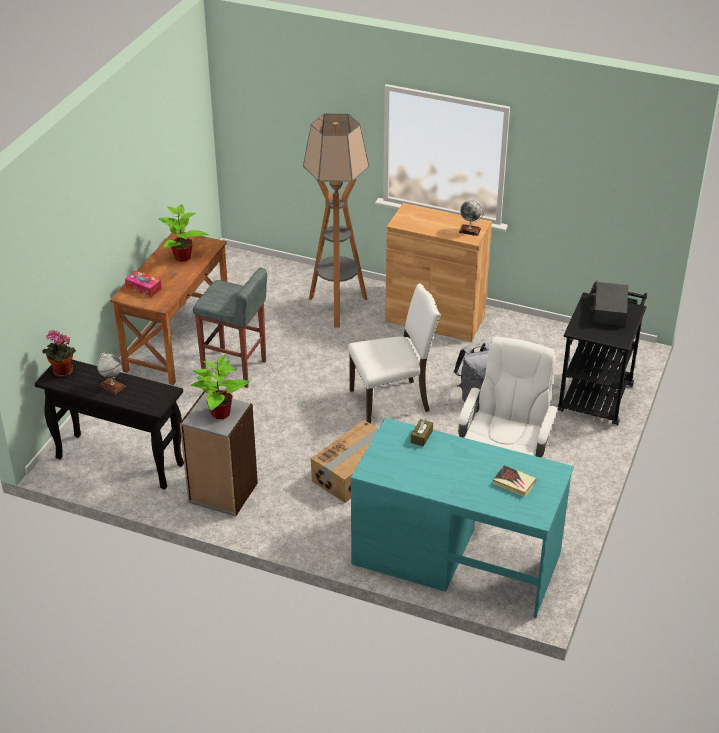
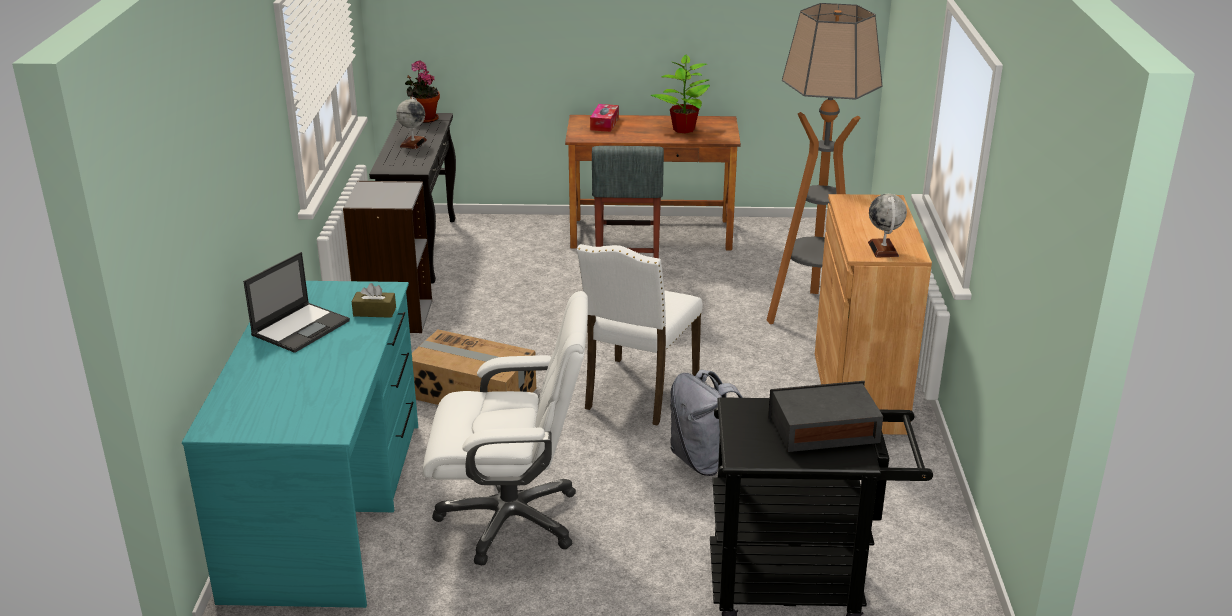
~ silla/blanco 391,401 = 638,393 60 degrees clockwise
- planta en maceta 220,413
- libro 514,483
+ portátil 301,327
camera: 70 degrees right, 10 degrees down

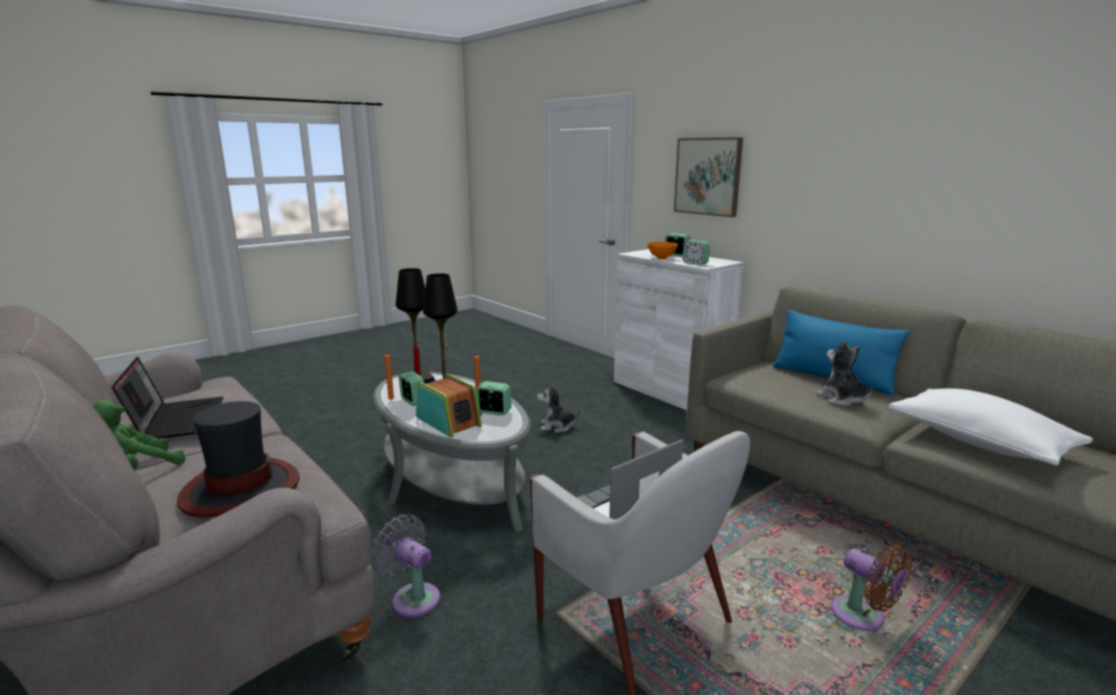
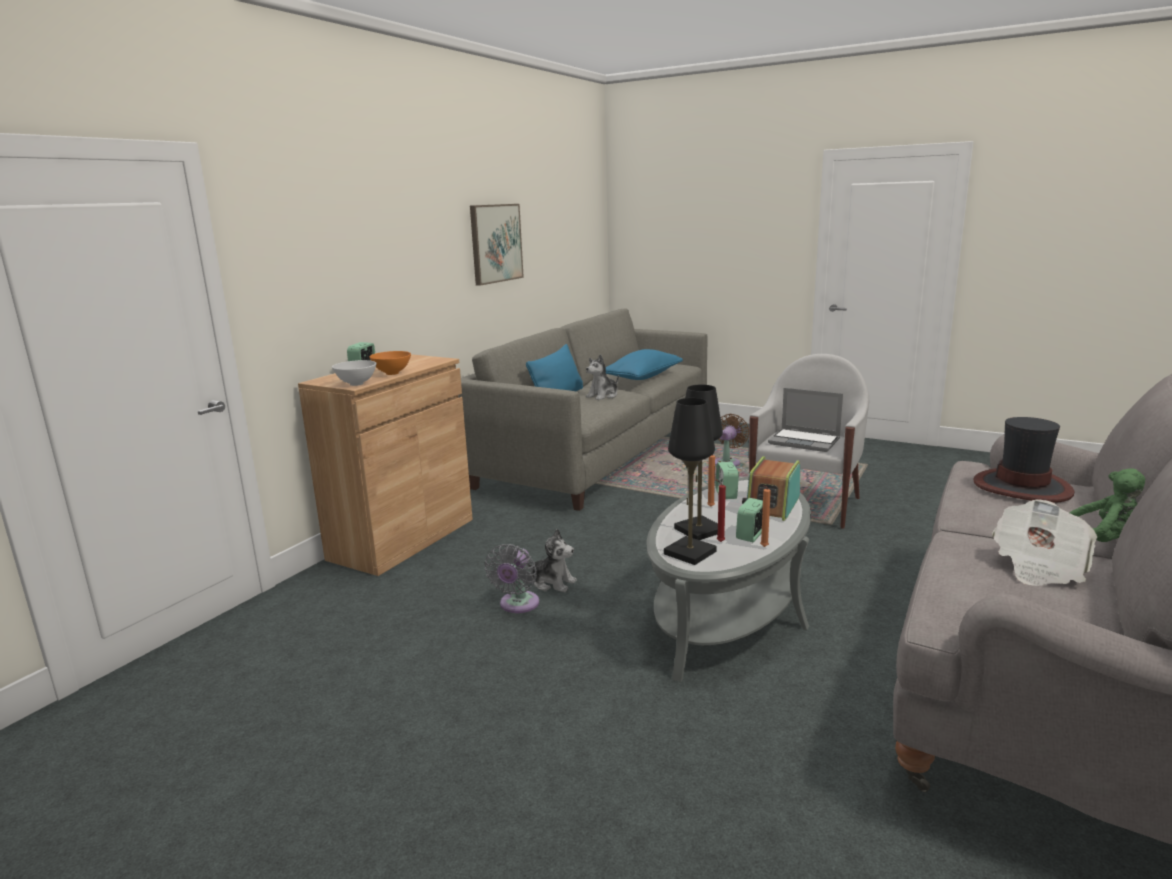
~ cuadro 708,176 to 495,243
- despertador 695,263
~ armario/blanco 670,390 to armario/marrón 402,539
~ portátil 177,420 to periódico 1038,566
~ peluche 557,426 = 552,583 45 degrees counterclockwise
~ cojín/blanco 979,442 to cojín/azul 642,377
~ ventilador/gris 413,598 to 517,605
+ cuenco/blanco 356,384
camera: 110 degrees left, 0 degrees up

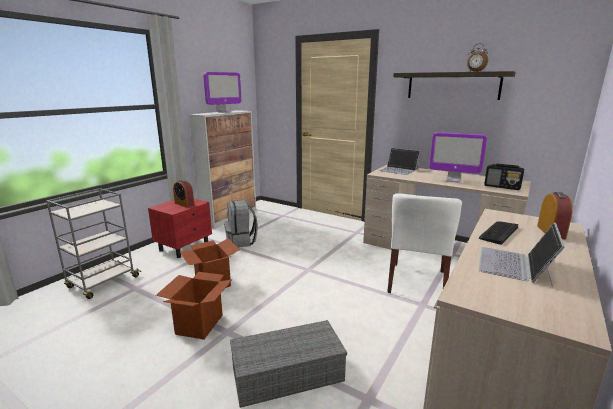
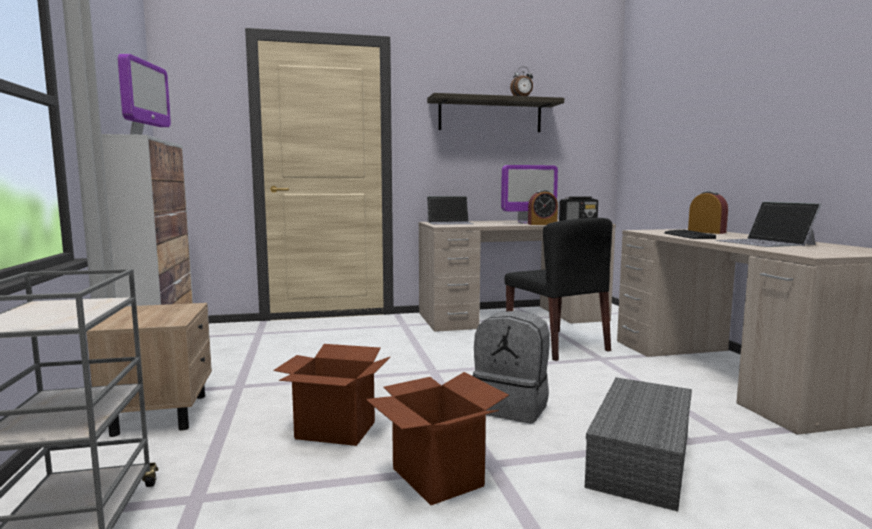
~ despertador 184,204 to 542,224
~ silla/blanco 417,281 to silla/negro 557,344
~ mesita de noche/rojo 185,247 to mesita de noche/beis 162,413
~ mochila/gris 241,241 to 512,407
camera: 45 degrees left, 10 degrees down

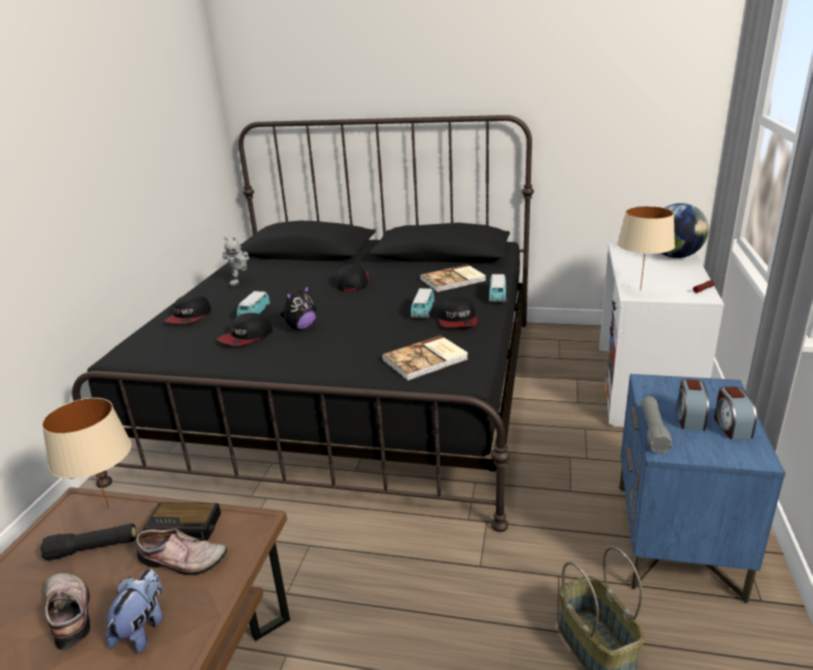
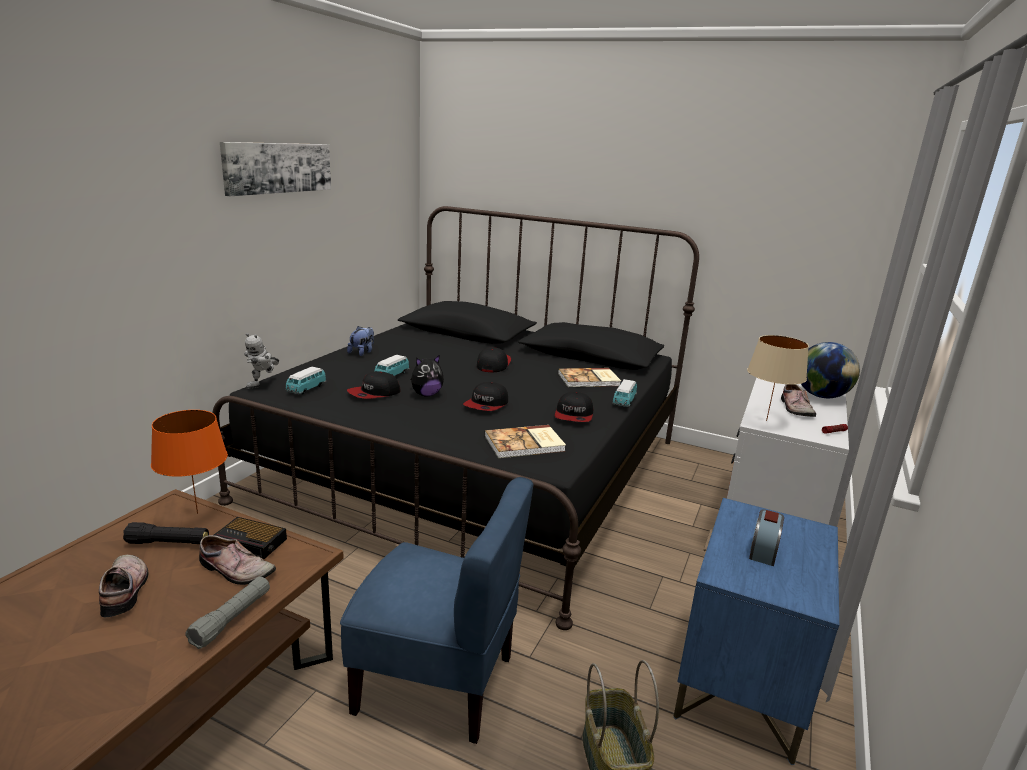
~ robot de juguete 241,282 to 263,385
~ coche de juguete 423,312 to 306,389
~ gorra 189,317 to 486,405
- despertador 731,427
~ linterna/gris 653,431 to 232,619
~ lámpara de mesa/beis 108,509 to lámpara de mesa/naranja 196,513
~ peluche 143,628 to 362,352
+ cuadro 278,167
+ zapato 794,408
+ silla/azul 436,682
camera: 10 degrees right, 5 degrees down

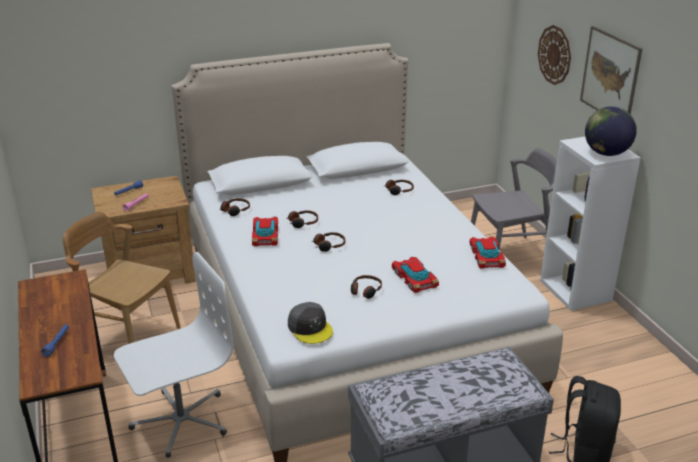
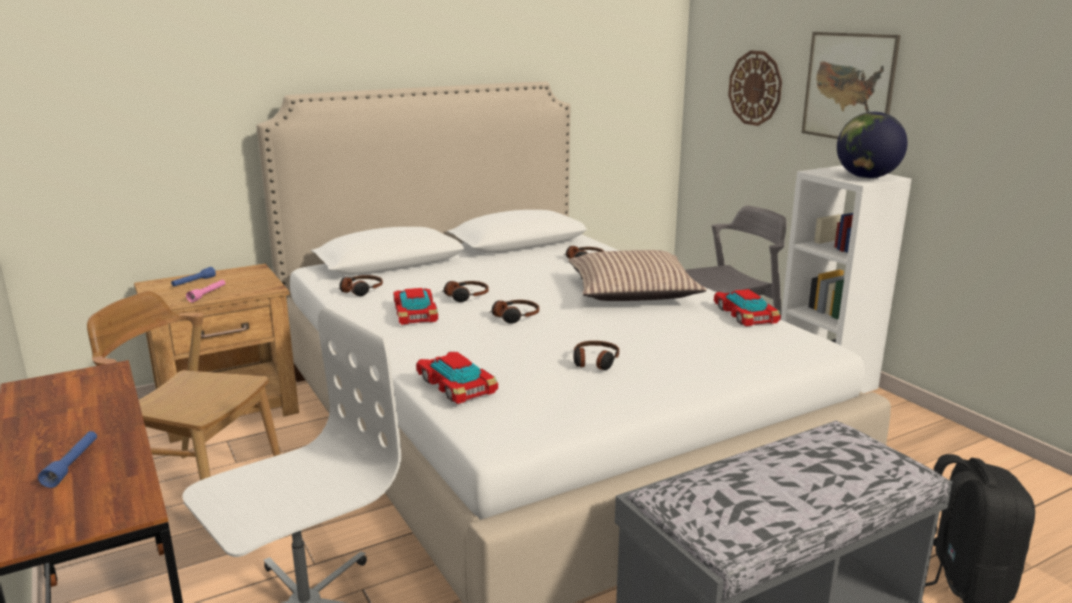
~ coche de juguete 414,279 to 456,384
- gorra/gris 310,328
+ cojín 632,292
camera: 10 degrees left, 10 degrees down

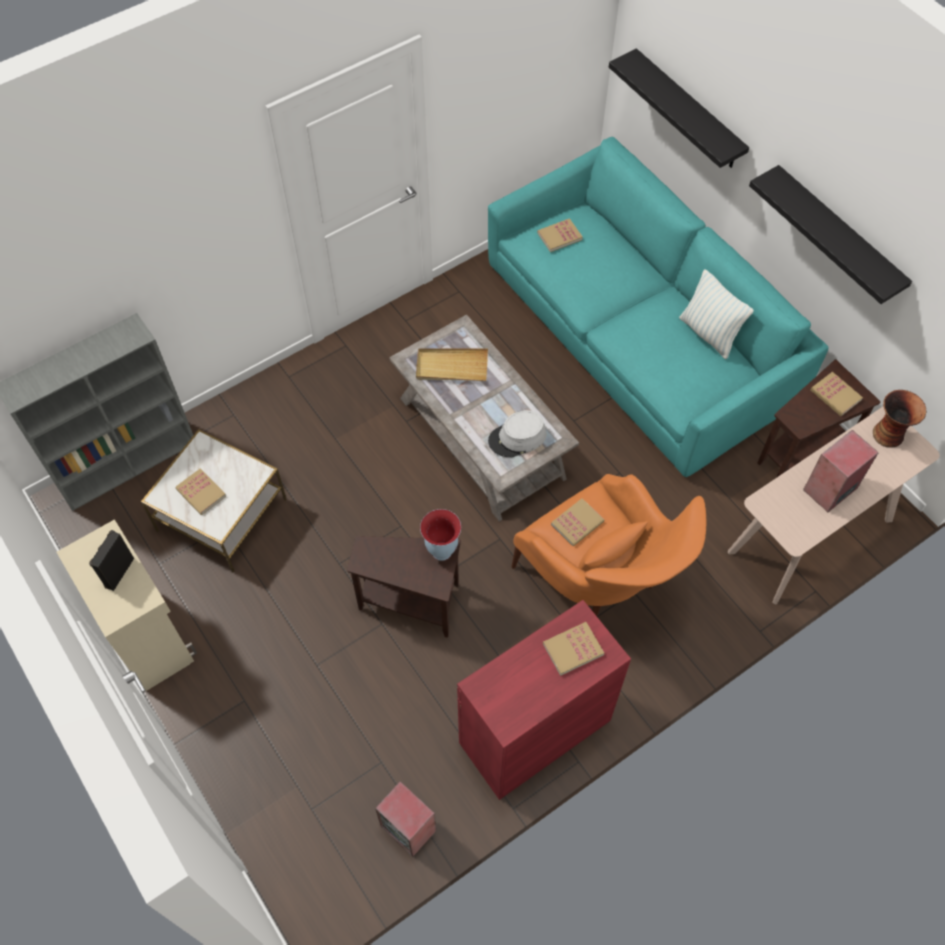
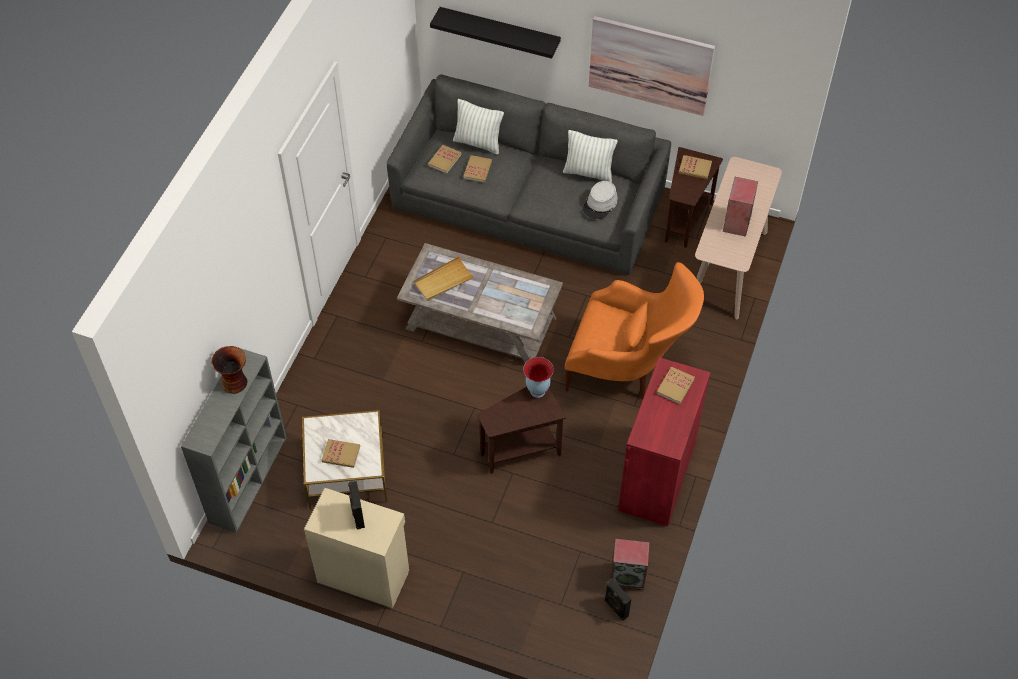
~ sofá/turquesa 639,332 to sofá/gris 529,200
~ estante/negro 837,235 to cuadro 650,65
~ florero 888,434 to 235,382
~ sombrero/gris 517,438 to 600,204
~ libro 577,523 to 477,170
+ cojín 478,143
+ altavoz/negro 615,608
camera: 35 degrees left, 5 degrees down

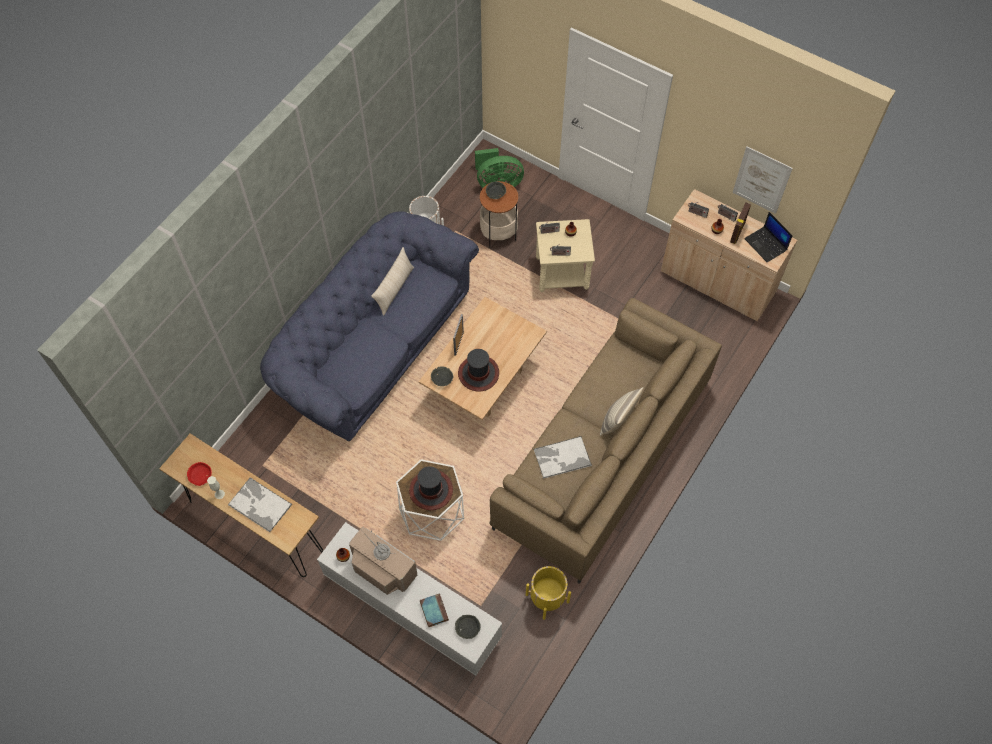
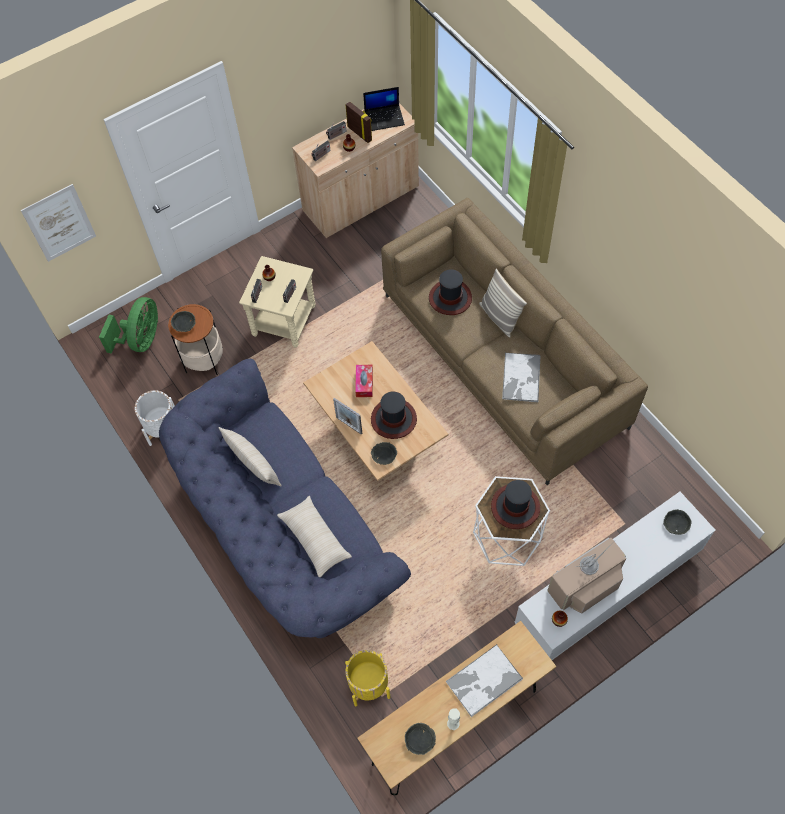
~ cuadro 761,180 to 59,223
~ cuenco/rojo 200,475 to cuenco/gris 420,740
~ maceta/amarillo 547,598 to 369,684
- libro 433,610
+ sombrero 450,298
+ caja de pañuelos 364,383
+ cojín/beis 315,539
camera: 65 degrees left, 0 degrees up

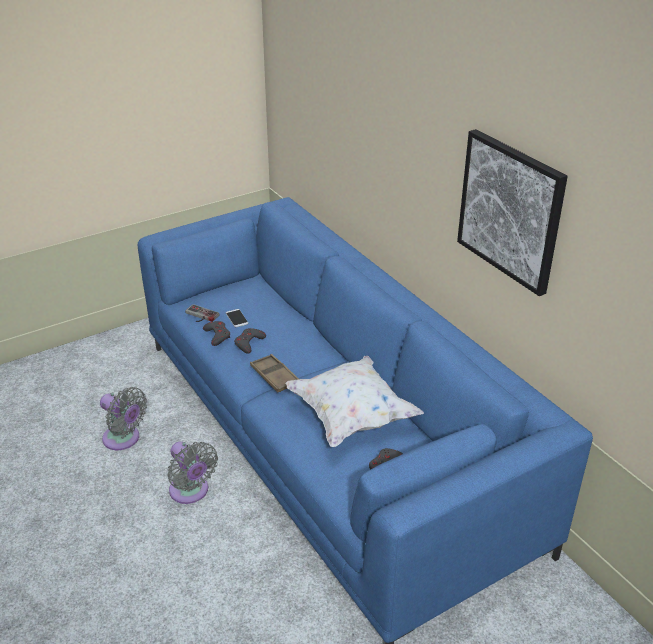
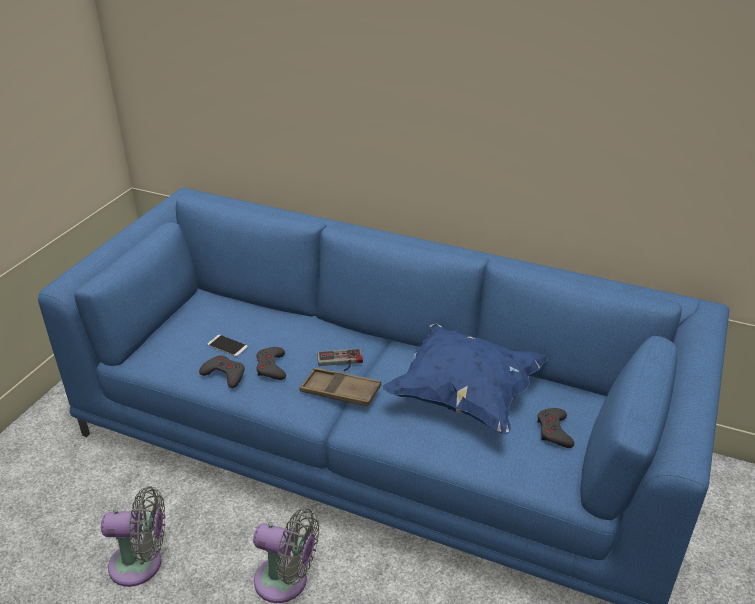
- cuadro 510,210
~ mando de consola 200,316 to 340,362
~ cojín/blanco 351,416 to cojín/azul 464,396
camera: 35 degrees left, 0 degrees up

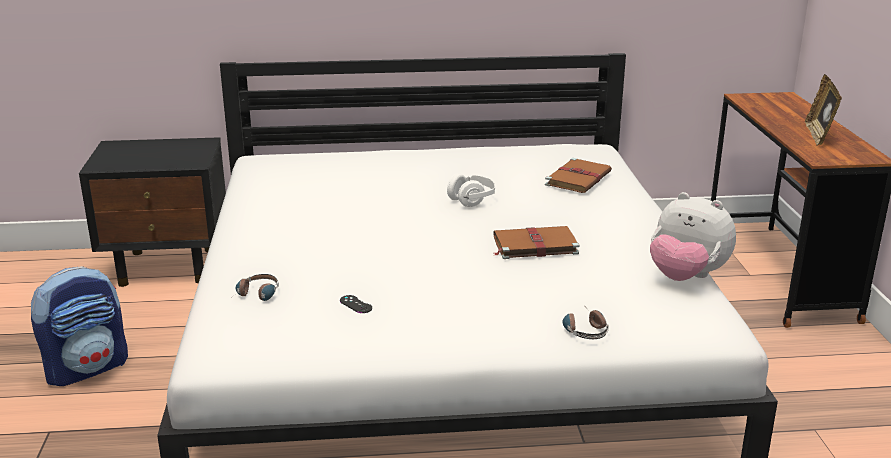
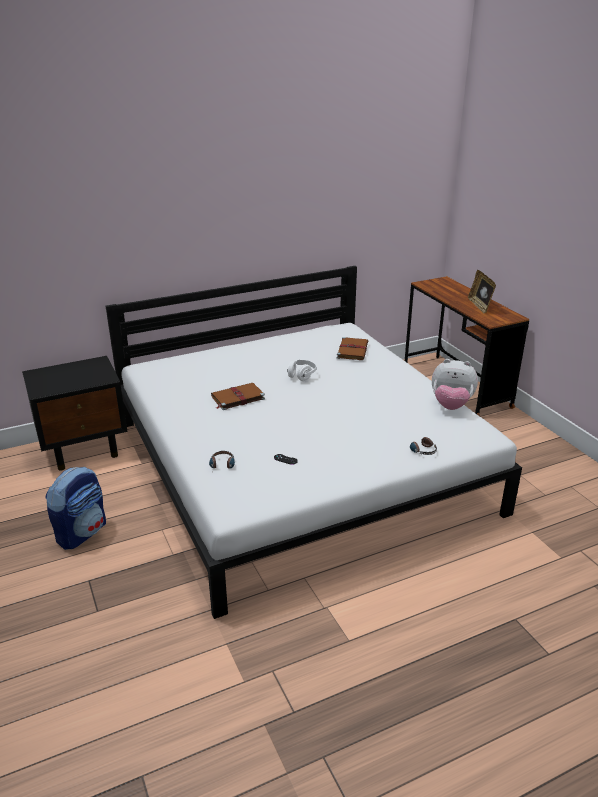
~ libro/marrón 533,245 to 237,398
camera: 20 degrees left, 5 degrees up

